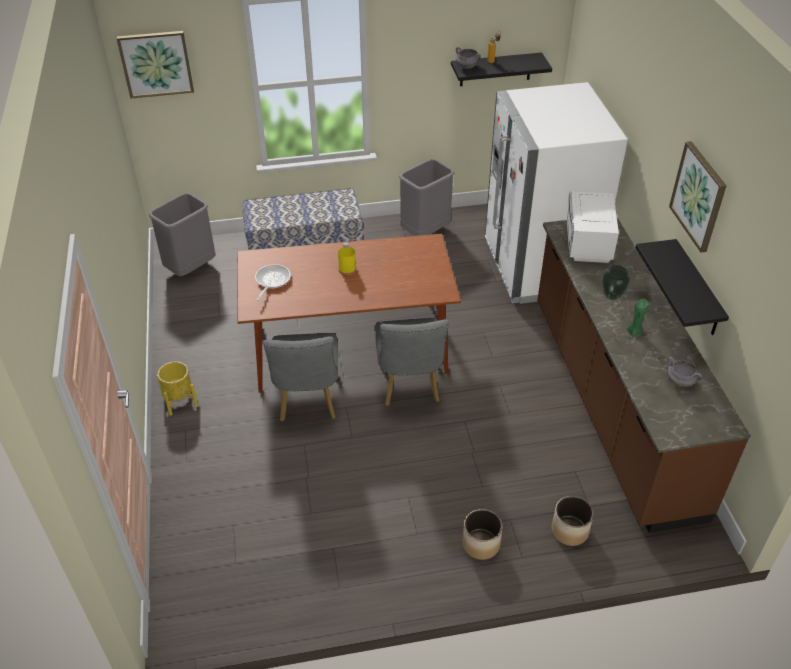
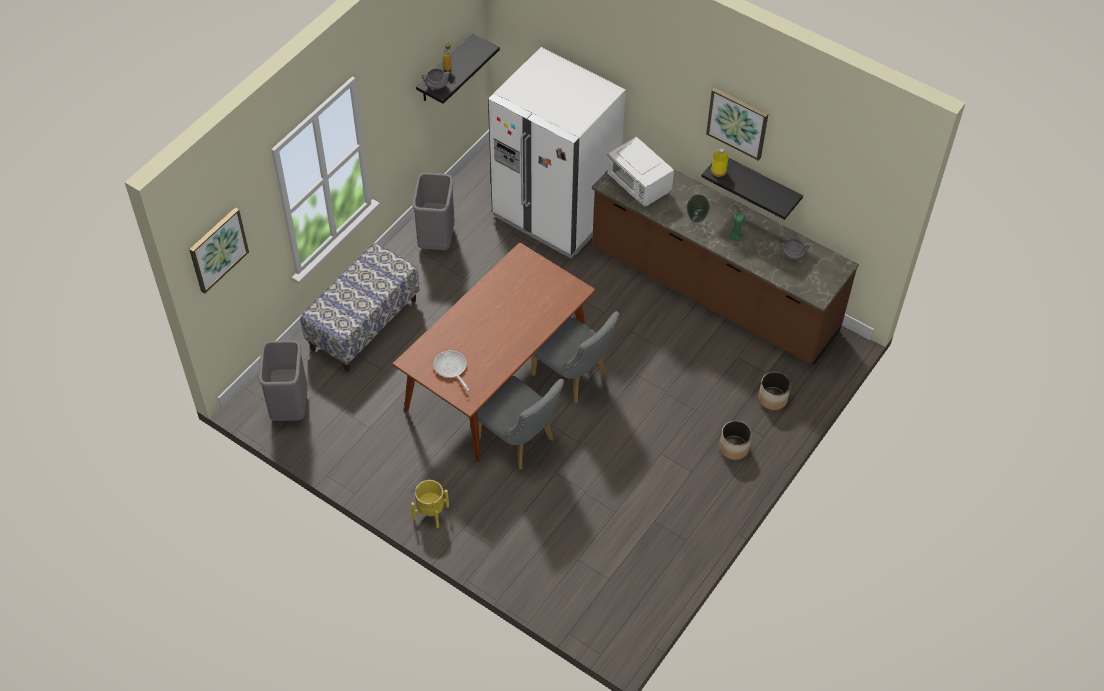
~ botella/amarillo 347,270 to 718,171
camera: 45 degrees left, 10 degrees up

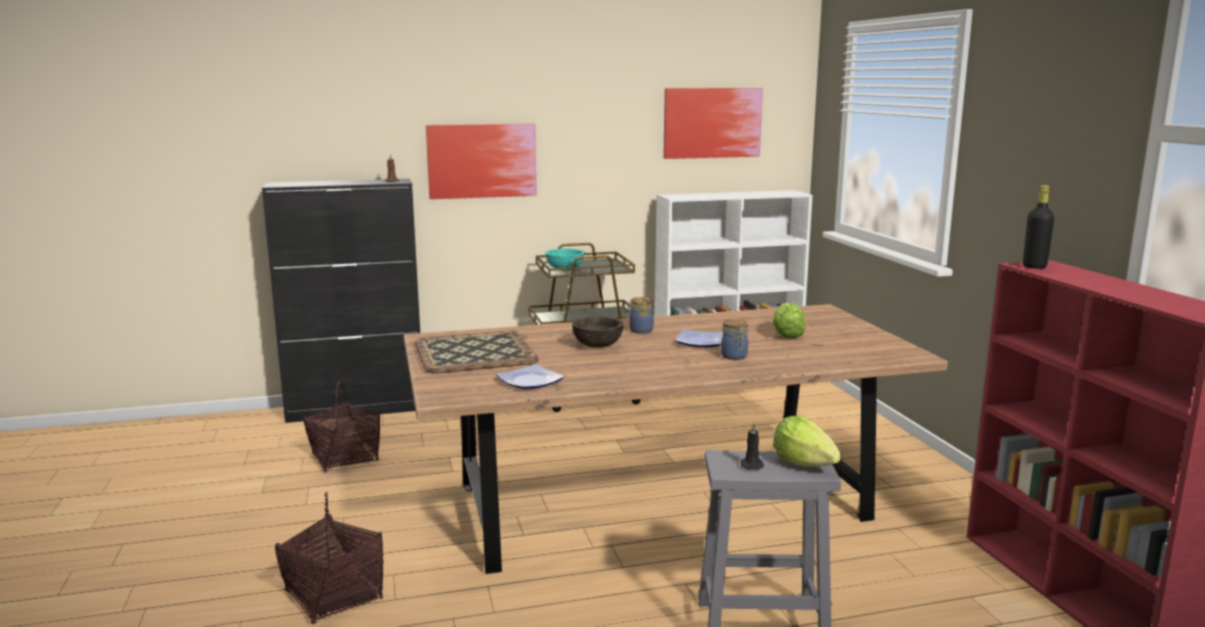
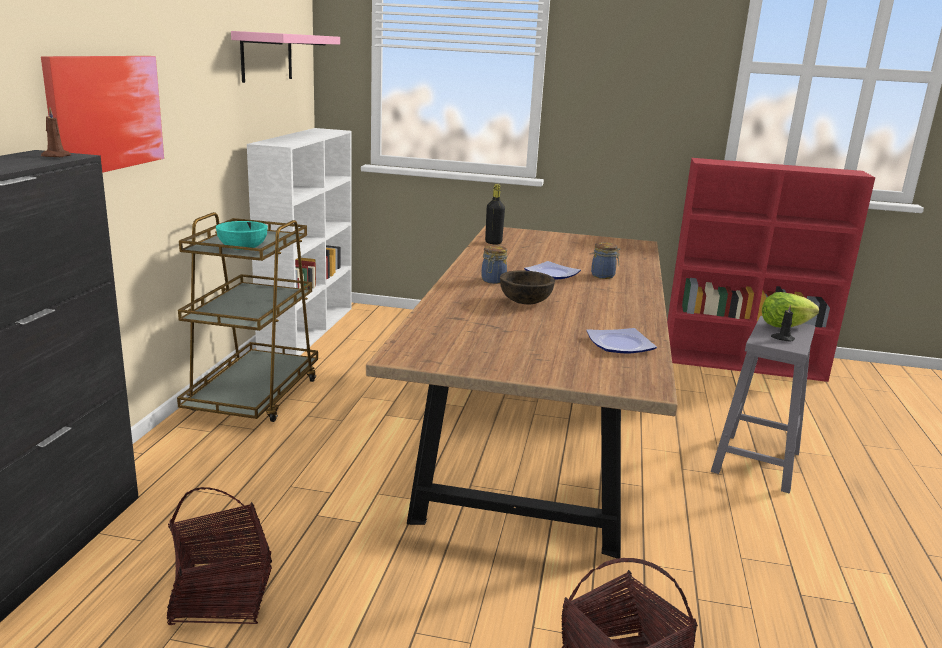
~ cuadro 712,123 to estante/rosa 267,56
~ botella/negro 1034,267 to 493,242
- lechuga 786,335
- bandeja 475,352
camera: 65 degrees left, 5 degrees up

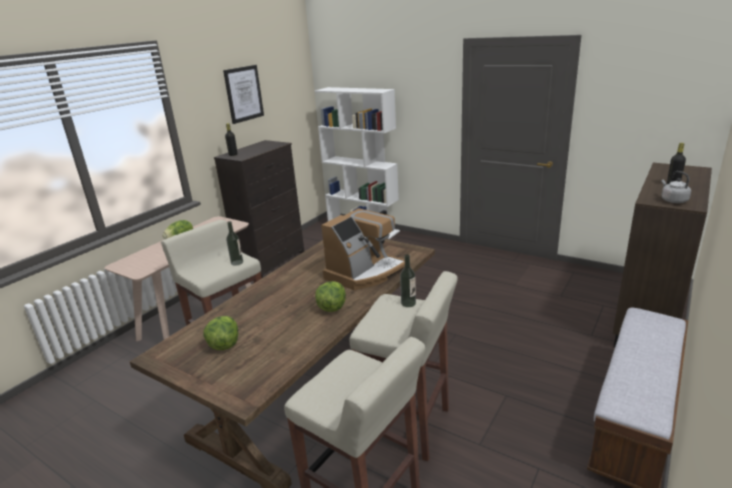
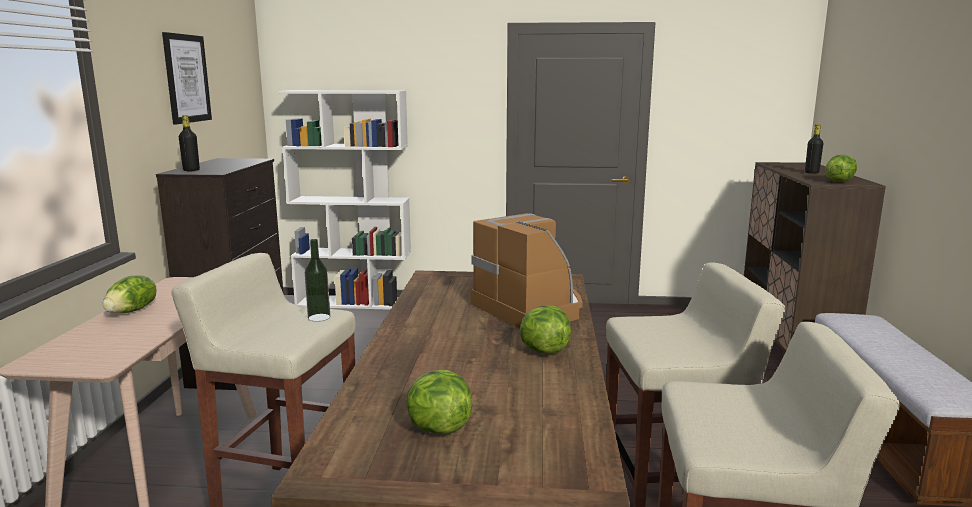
~ hervidor/gris 673,200 to lechuga 839,181
~ cafetera 365,273 = 530,308 45 degrees counterclockwise
- botella 408,303
camera: 30 degrees left, 10 degrees down

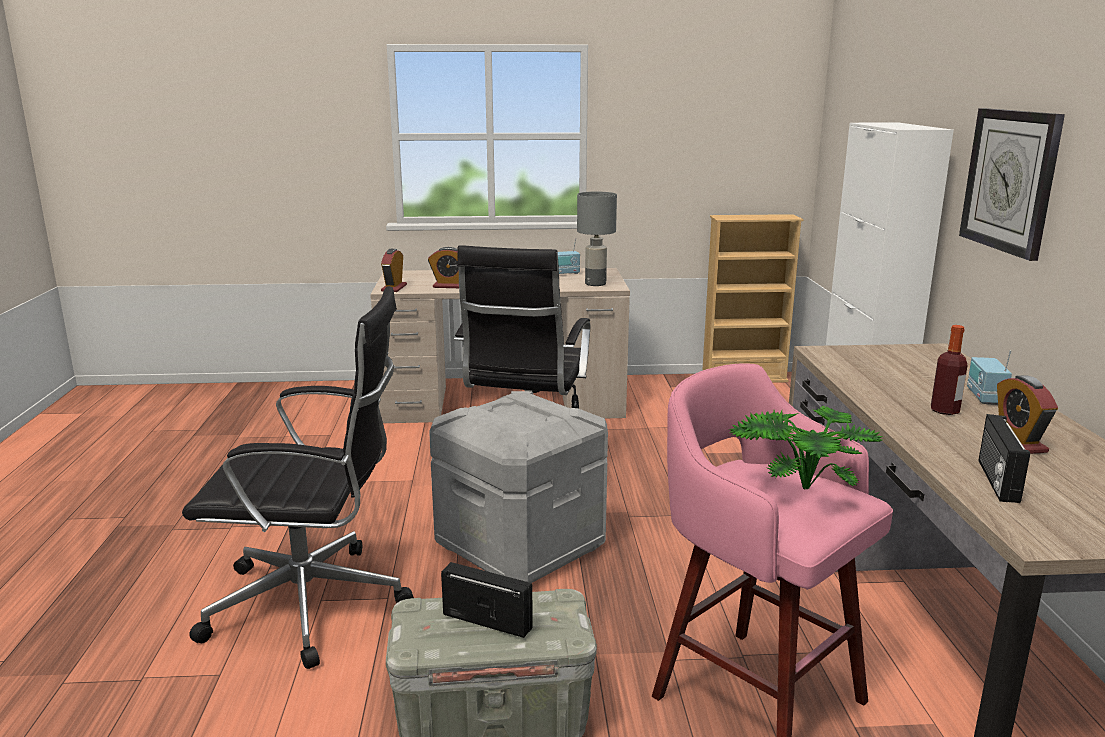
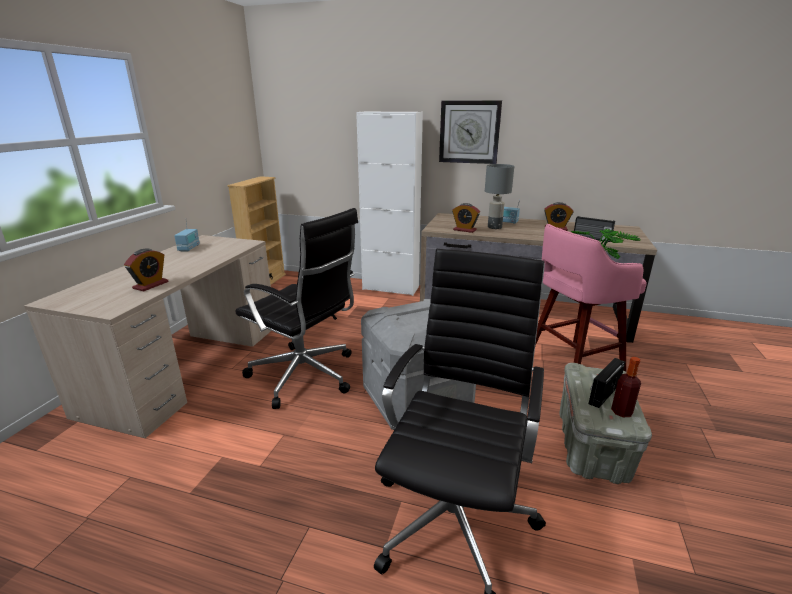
~ lámpara de mesa/gris 595,284 to 495,227
~ despertador 394,288 to 464,230
~ botella 944,410 to 621,412
camera: 70 degrees left, 5 degrees up

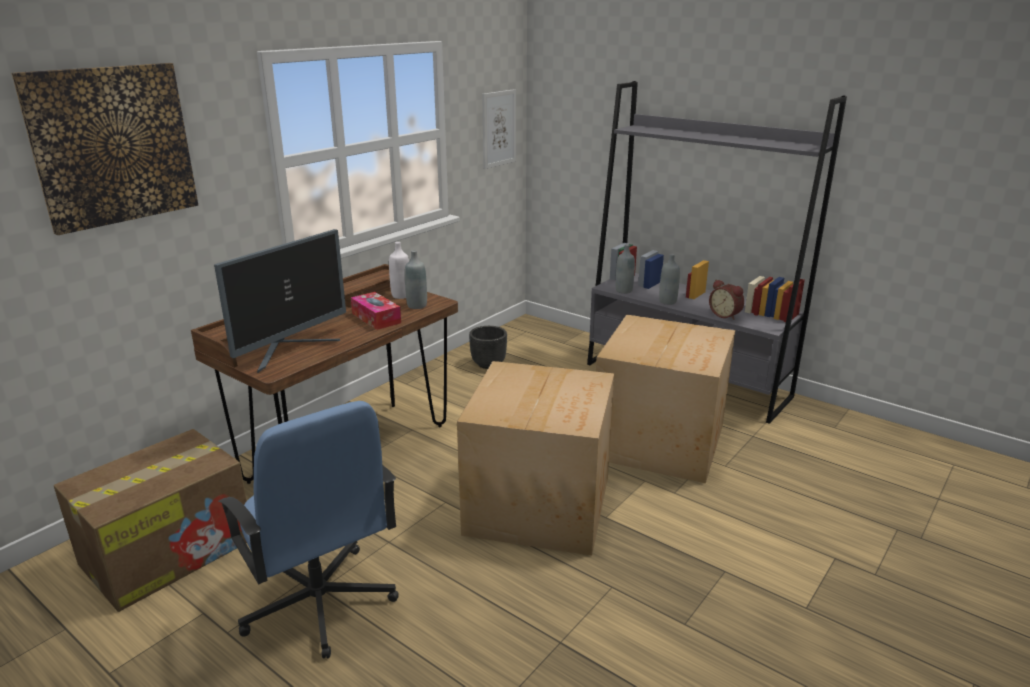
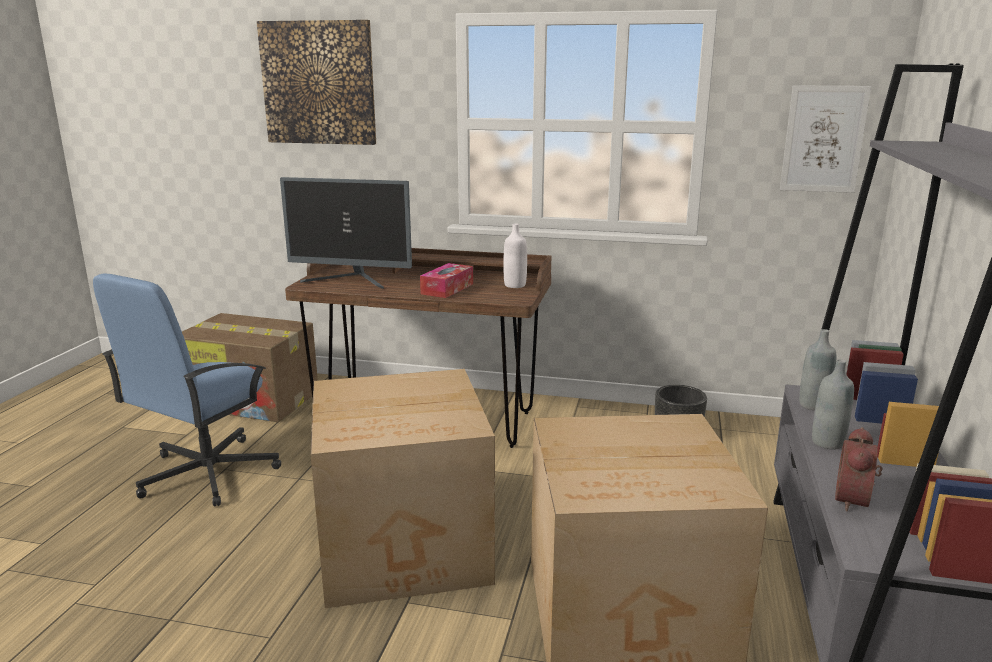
- botella/gris 417,305
camera: 65 degrees right, 5 degrees down

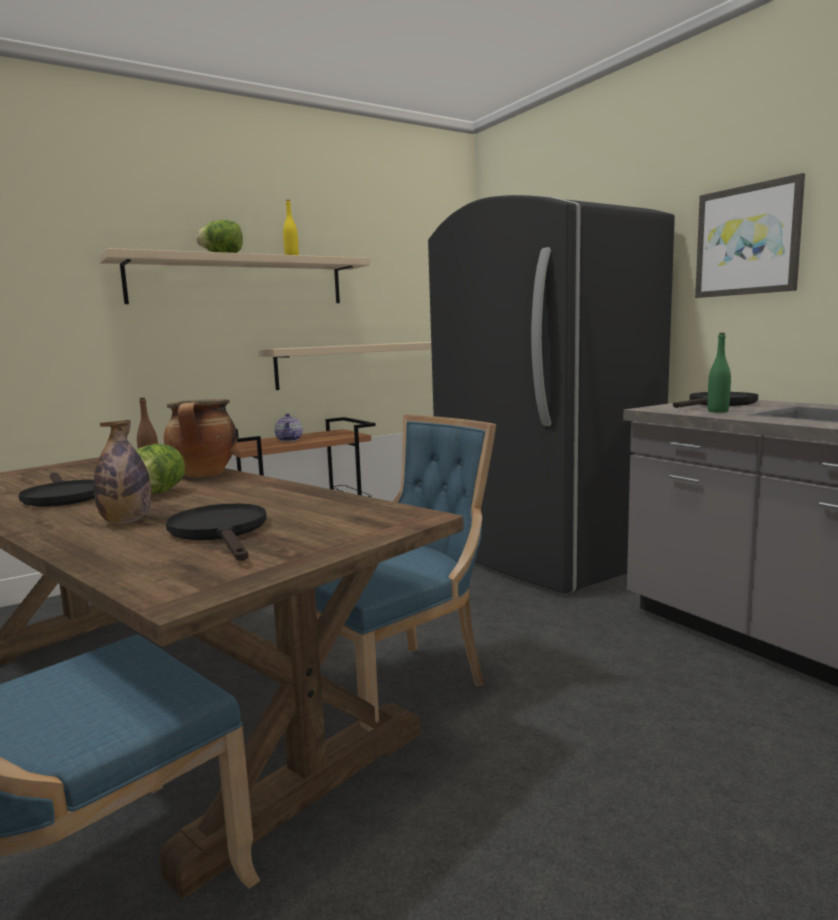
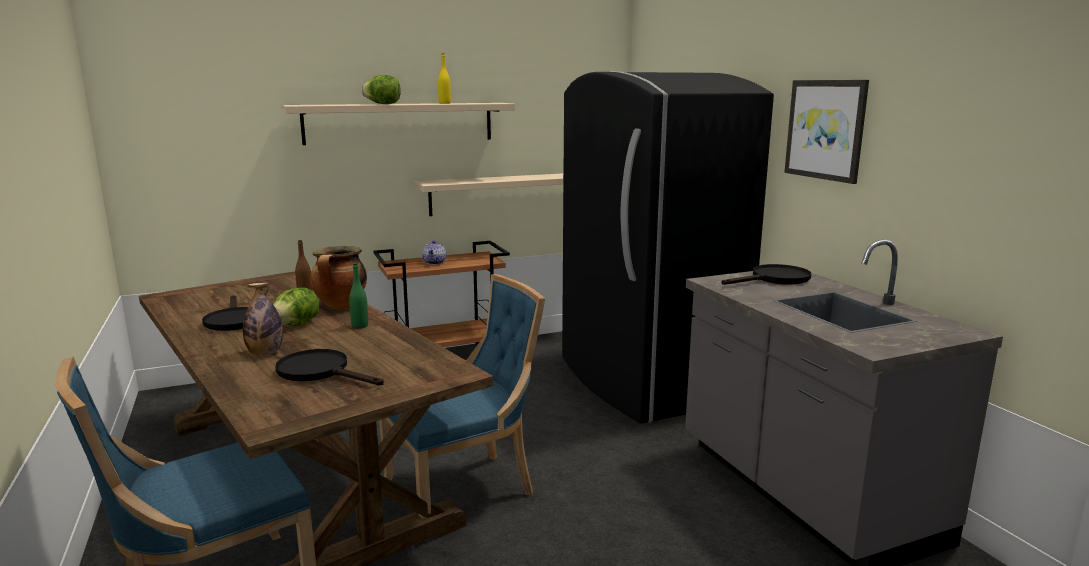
~ botella/verde 718,411 to 360,326
~ sartén/negro 221,532 = 321,372 45 degrees counterclockwise
camera: 10 degrees right, 5 degrees up

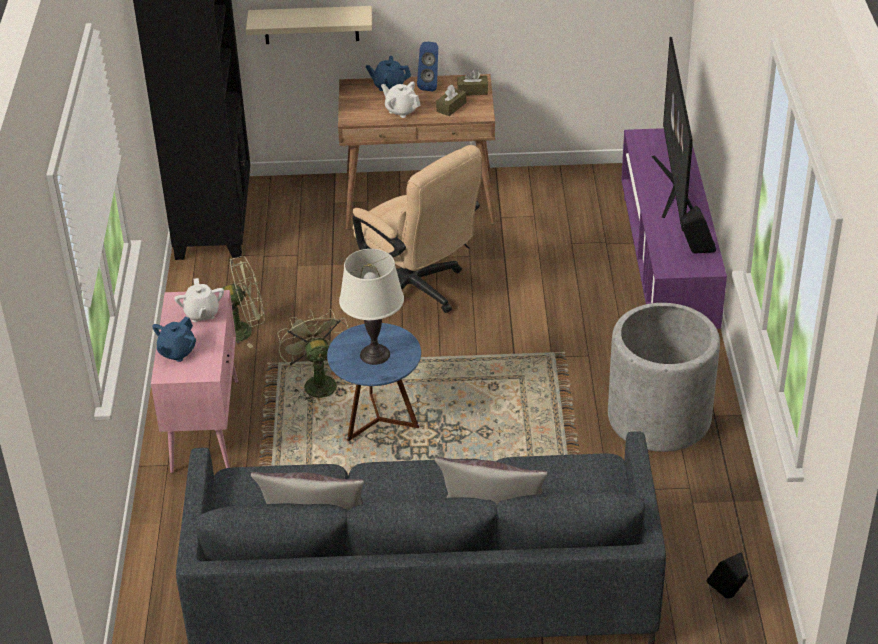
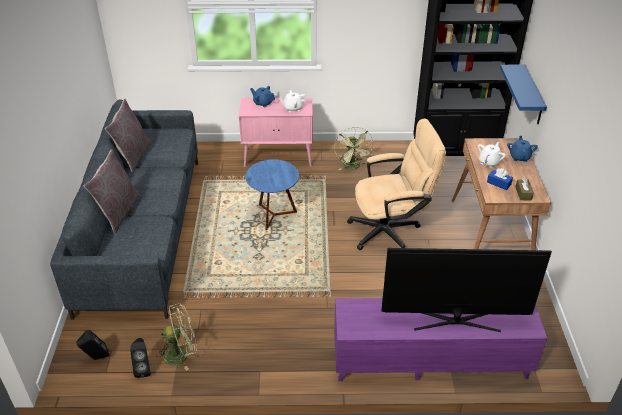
~ estante/beis 311,25 to estante/azul 532,96
- altavoz/azul 430,85
~ caja de pañuelos/marrón 451,107 to caja de pañuelos/azul 499,183
~ silla de oficina/beis 416,291 = 391,230 150 degrees counterclockwise
~ altavoz/negro 695,252 to 143,369
- lámpara de mesa/blanco 375,355
- maceta/gris 659,418
~ ventilador/verde 317,382 to 181,354
camera: 90 degrees right, 0 degrees up

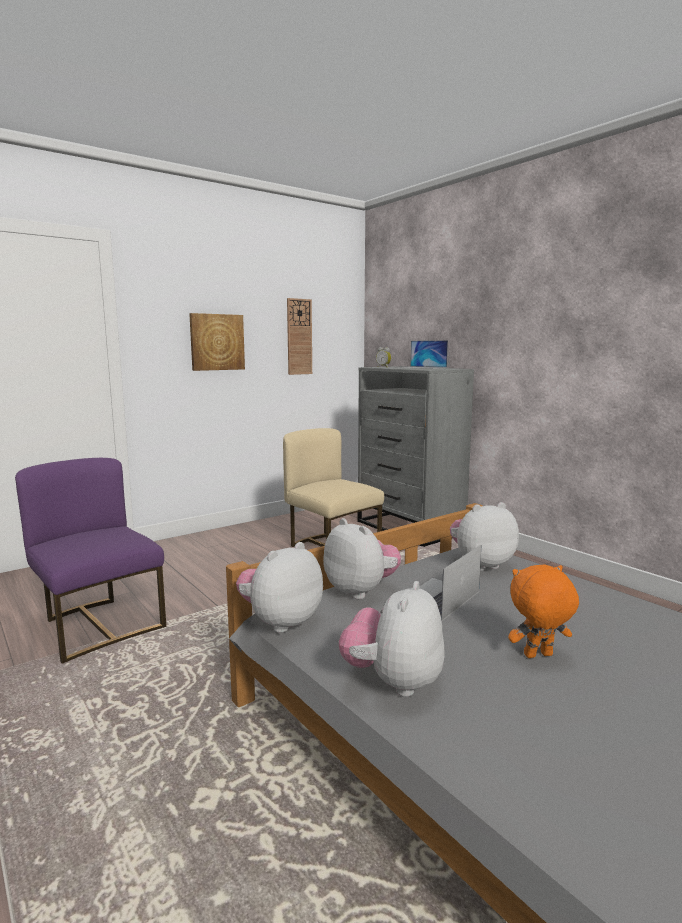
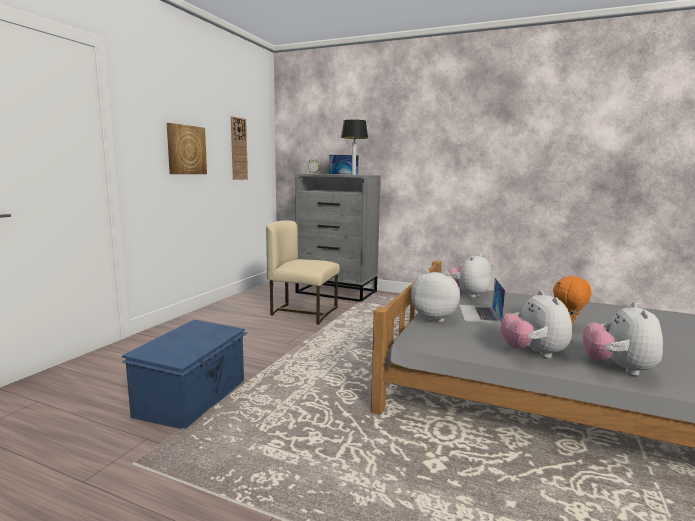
~ silla/morado 98,626 to caja de almacenaje/azul 194,397
~ peluche 280,622 to 618,369
+ lámpara de mesa 353,174
camera: 30 degrees left, 0 degrees up

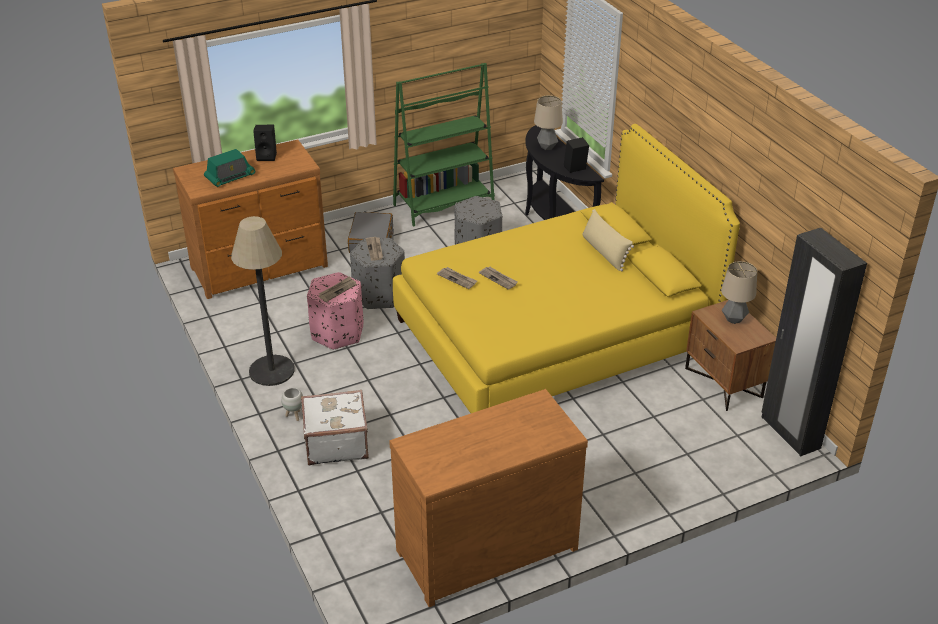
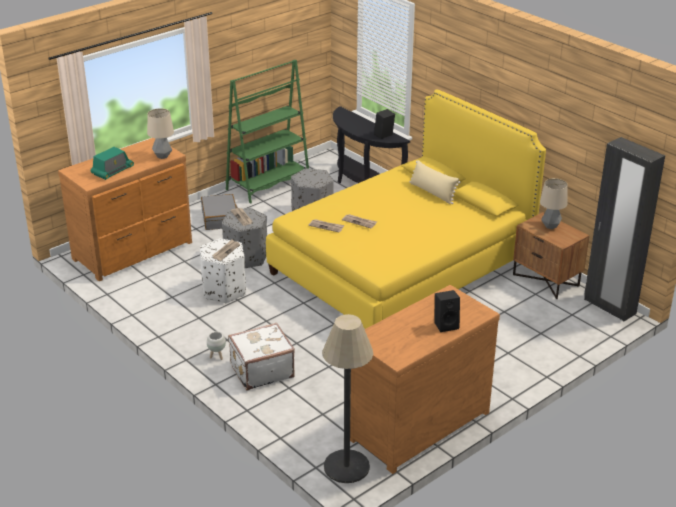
~ lámpara de mesa 547,147 to 162,156
~ altavoz/negro 267,156 to 446,324
~ lámpara de pie 272,370 to 346,466
~ puf/rosa 337,333 to puf/blanco 224,290
camera: 15 degrees left, 5 degrees down

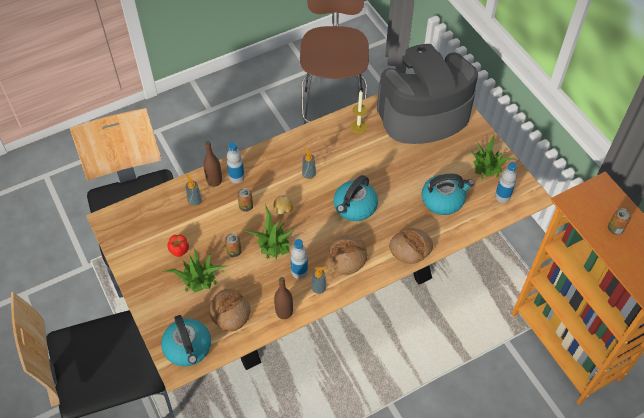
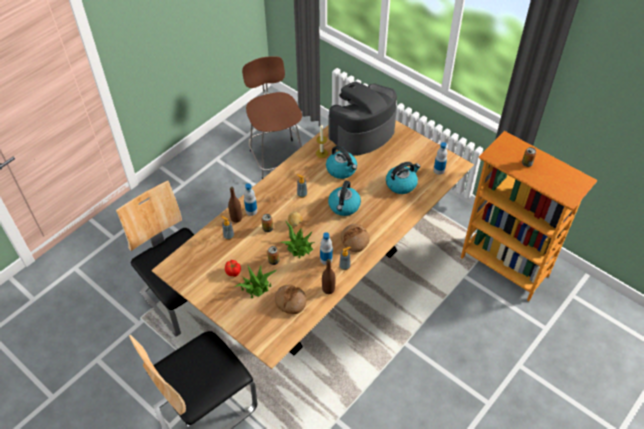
- planta en maceta 487,165
- pan 410,248
~ hervidor 188,348 to 342,170
camera: 20 degrees left, 5 degrees down

